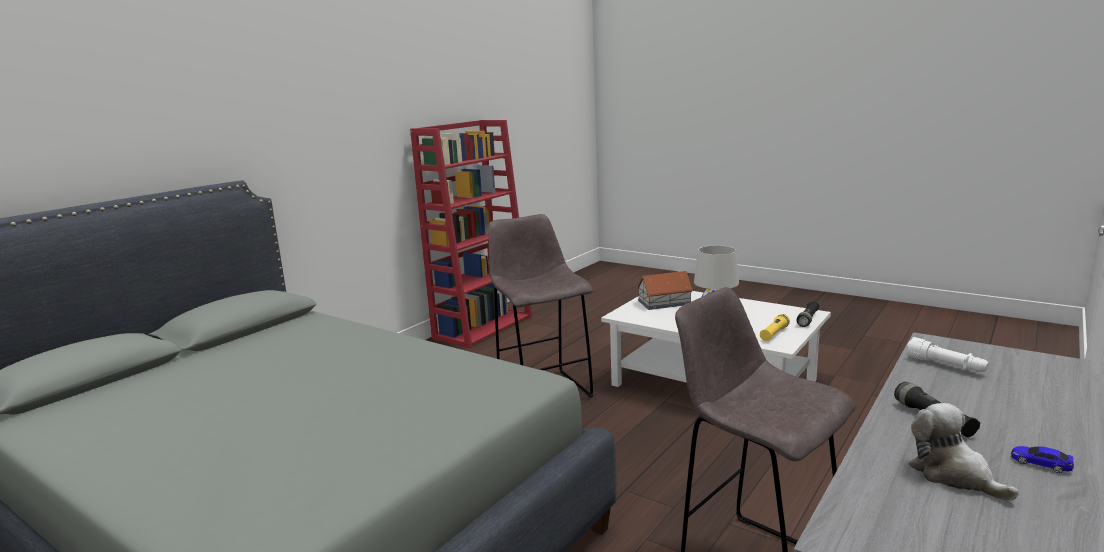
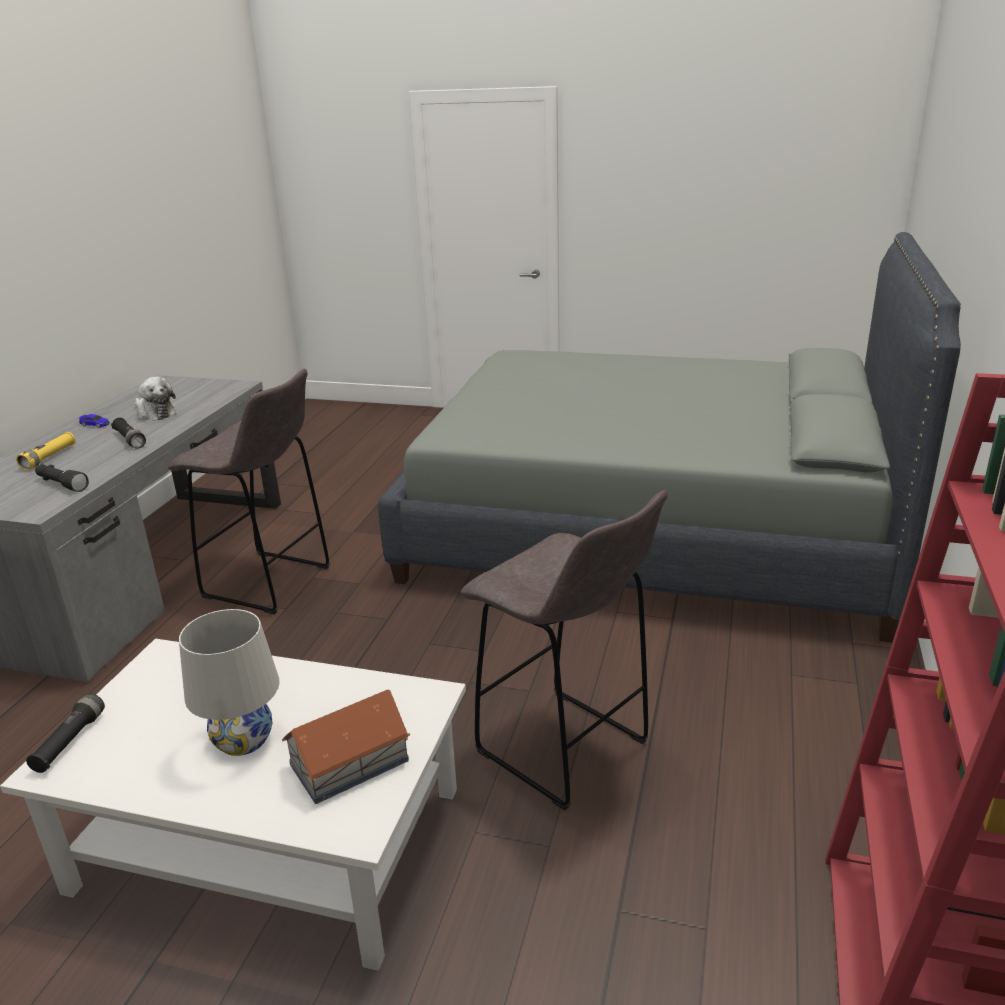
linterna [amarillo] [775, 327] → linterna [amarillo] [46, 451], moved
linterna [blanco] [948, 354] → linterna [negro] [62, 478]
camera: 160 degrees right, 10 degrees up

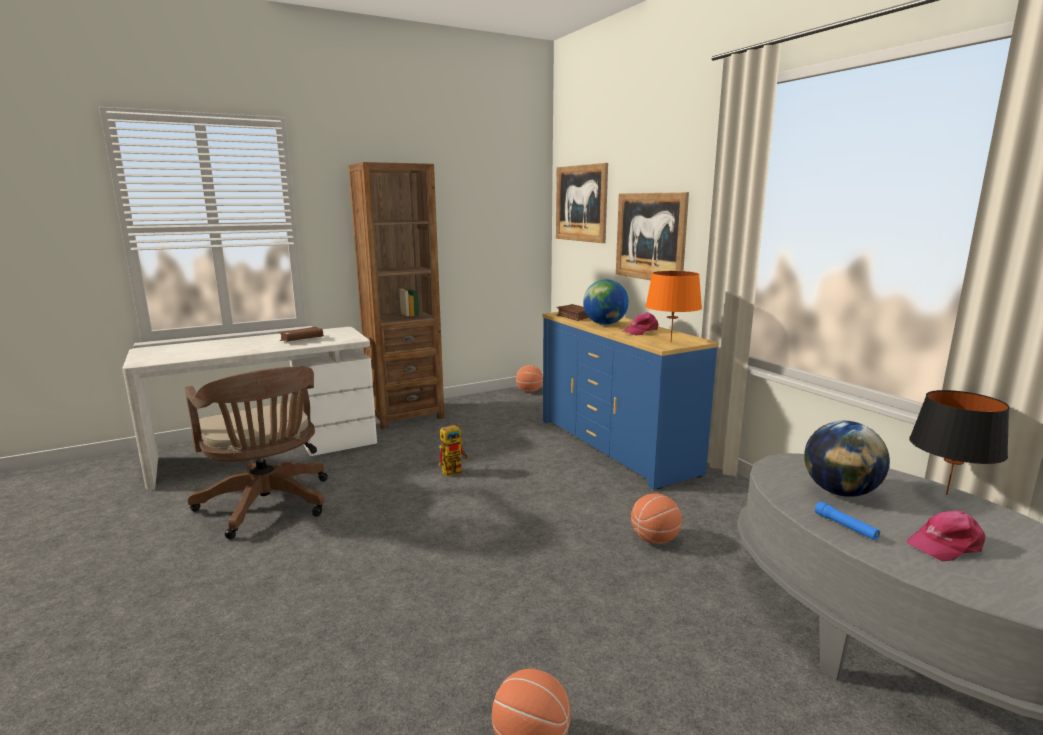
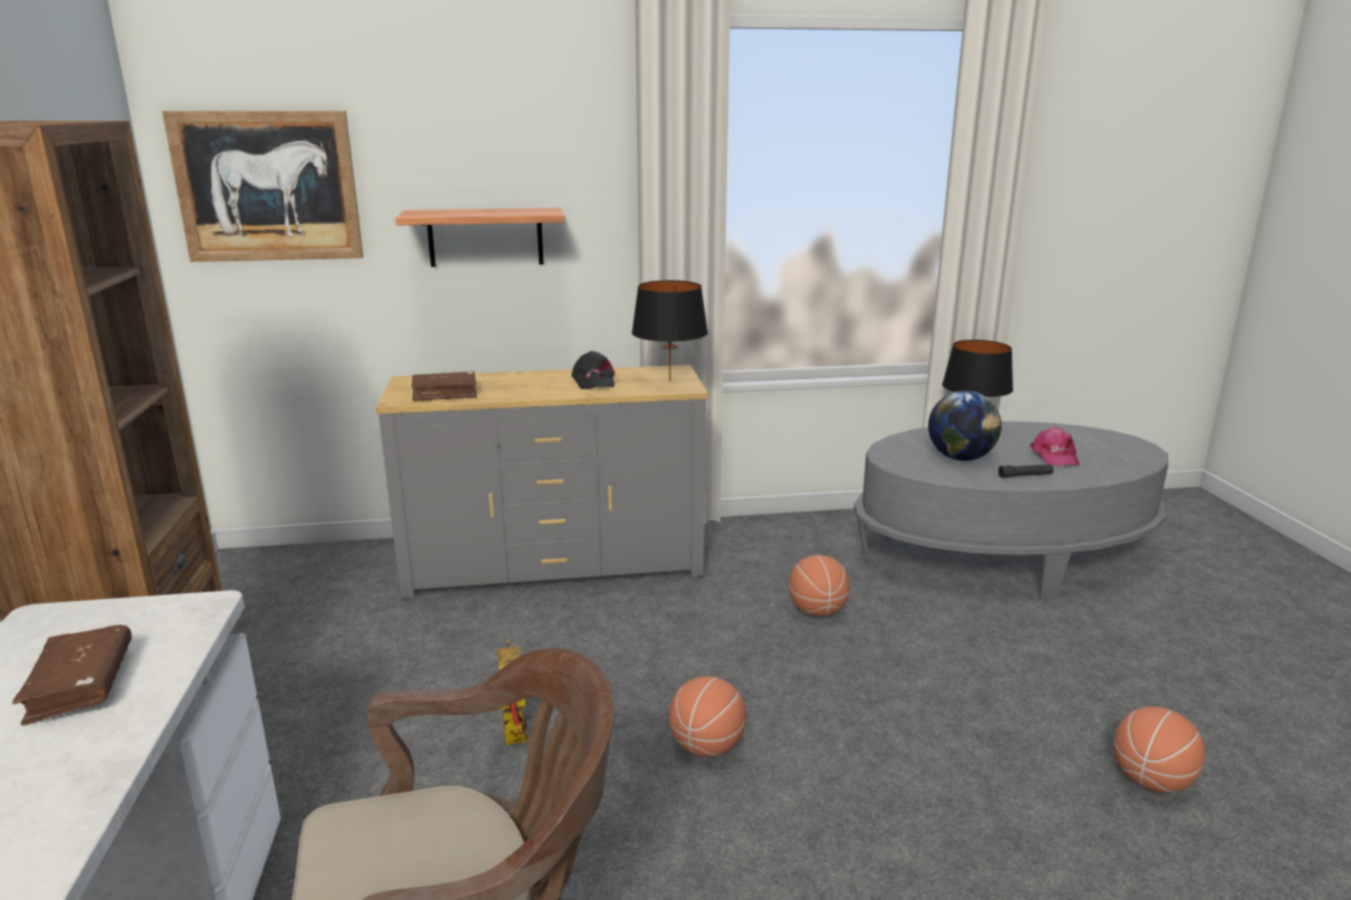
cómoda [azul] [630, 400] → cómoda [gris] [542, 481]
cuadro [652, 236] → estante [479, 237]
gorra [rosa] [640, 324] → gorra [negro] [593, 370]
lámpara de mesa [naranja] [673, 306] → lámpara de mesa [negro] [670, 330]
balón de baloncesto [529, 378] → balón de baloncesto [707, 716], moved
linterna [azul] [847, 520] → linterna [negro] [1026, 471]
globo terráqueo [606, 302] → -
camera: 70 degrees left, 5 degrees up

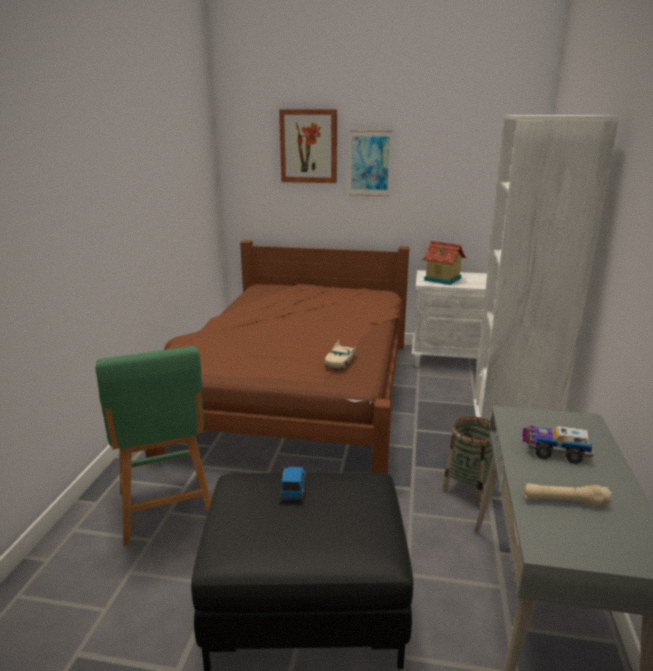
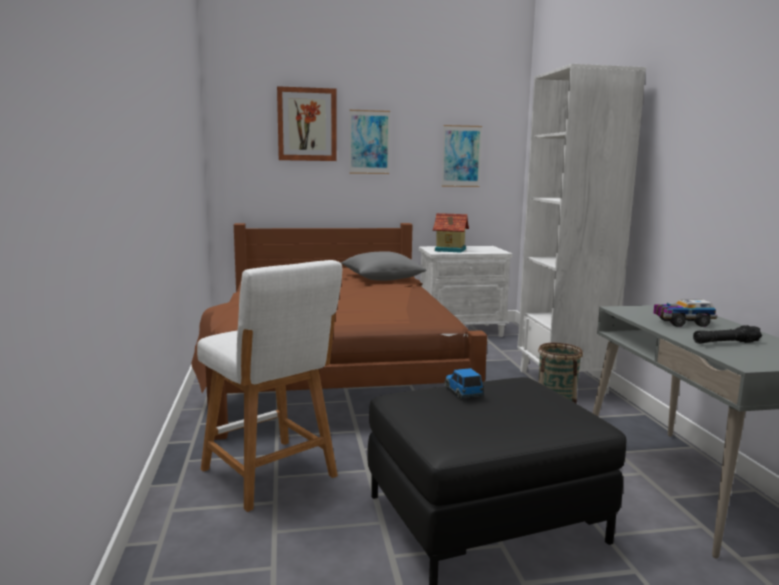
taburete [verde] [153, 445] → taburete [blanco] [269, 386]
- → cojín [gris] [383, 266]
- → cuadro [461, 156]
linterna [beis] [568, 494] → linterna [negro] [727, 334]
coche de juguete [beis] [341, 354] → -
camera: 20 degrees left, 10 degrees down

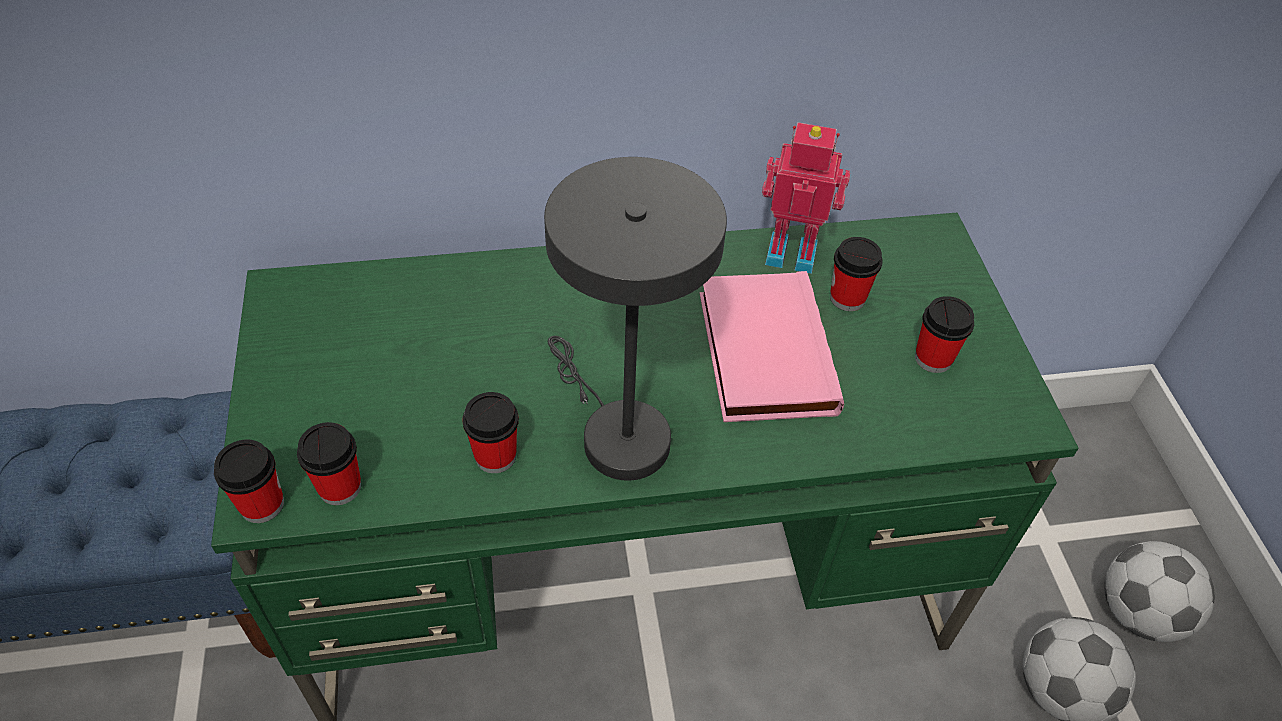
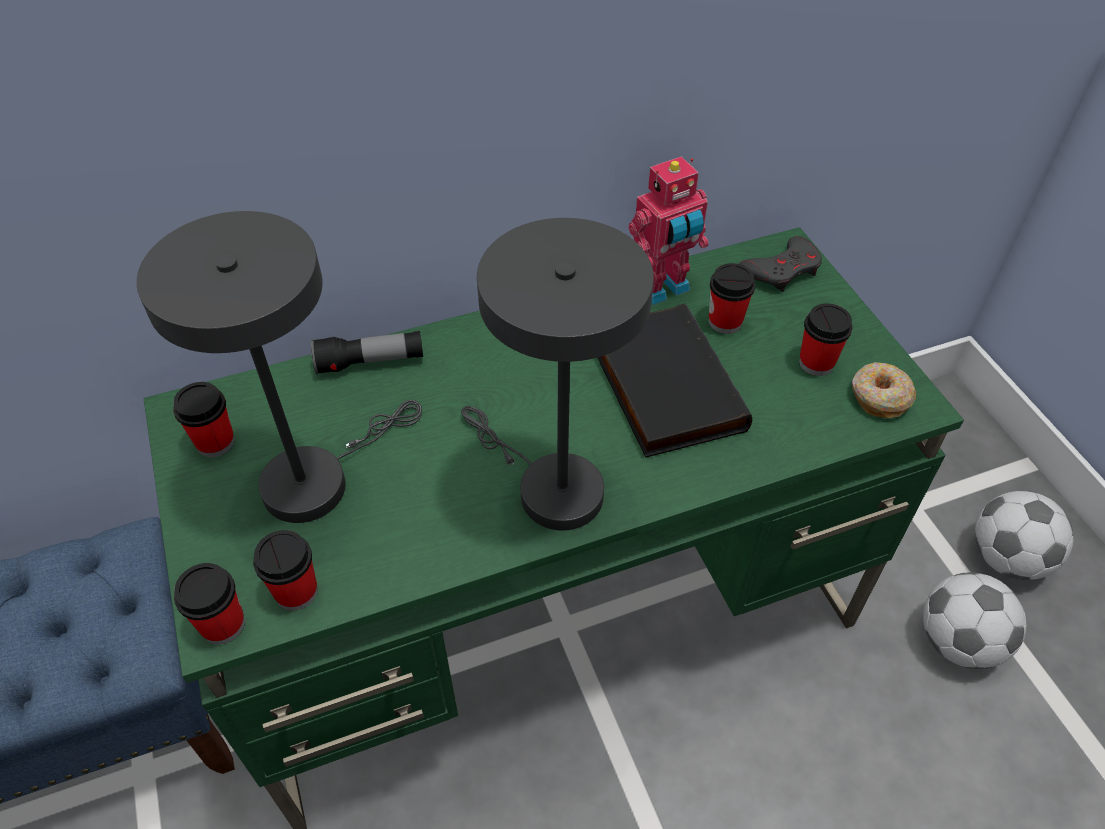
- → lámpara de mesa [gris] [279, 367]
taza [490, 432] → taza [204, 419], moved
- → linterna [367, 353]
libro [rosa] [772, 346] → libro [negro] [675, 381]
robot de juguete [806, 198] → robot de juguete [669, 230], 150 degrees clockwise
- → mando de consola [gris] [780, 264]
- → rosquilla [884, 390]
camera: 10 degrees left, 0 degrees up

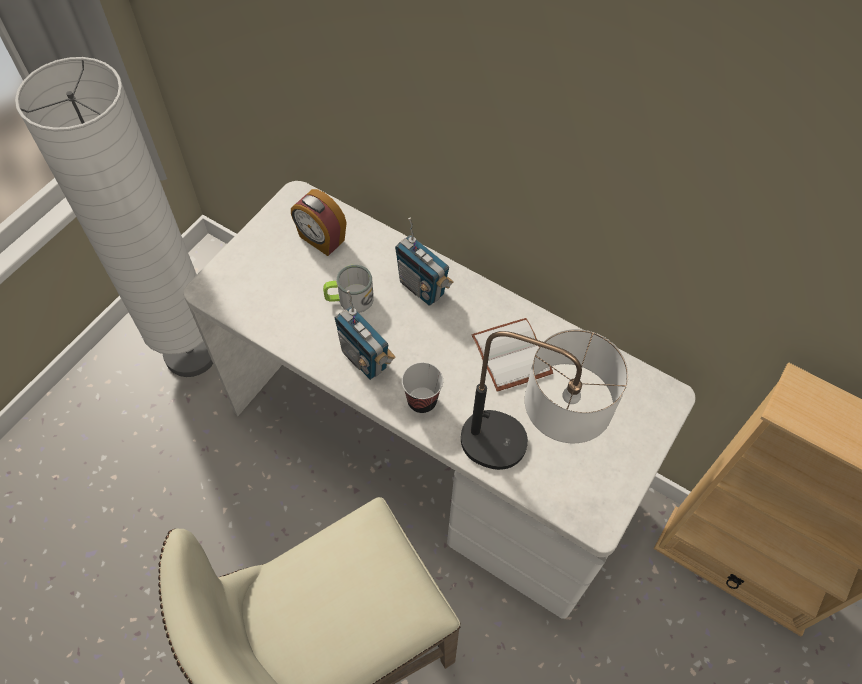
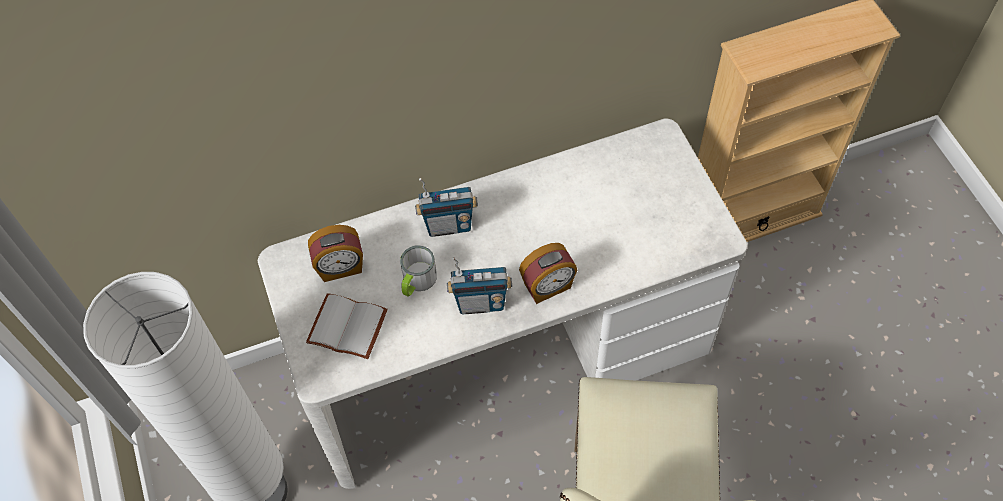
libro [blanco] [512, 355] → libro [blanco] [347, 326], moved
taza [422, 387] → despertador [548, 273]
lámpara de mesa [544, 399] → -
camera: 50 degrees left, 0 degrees up

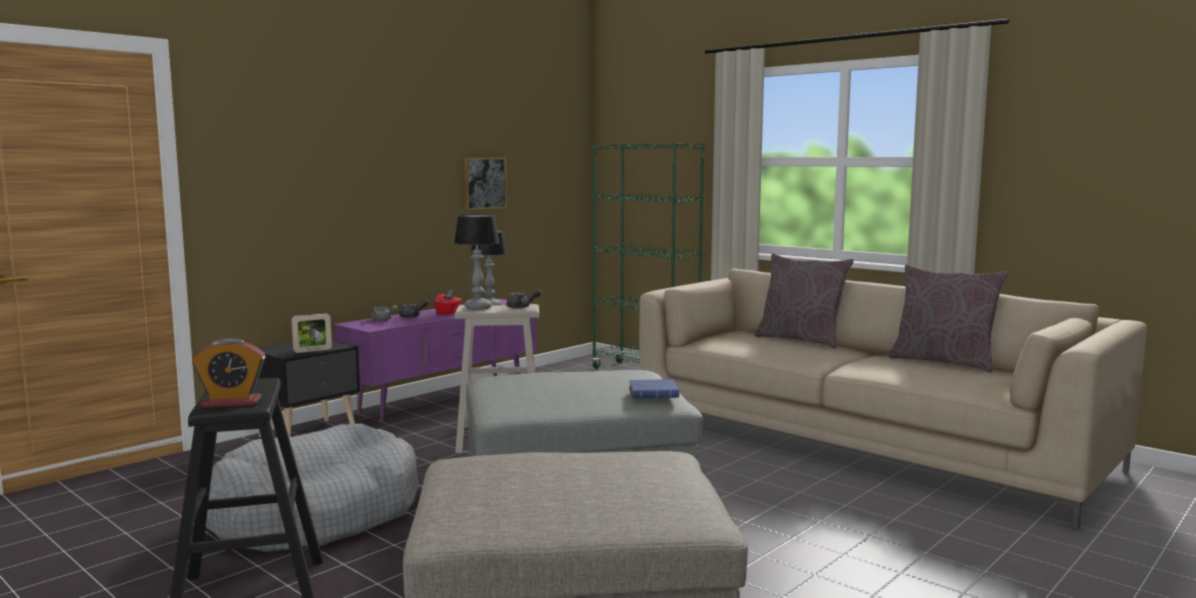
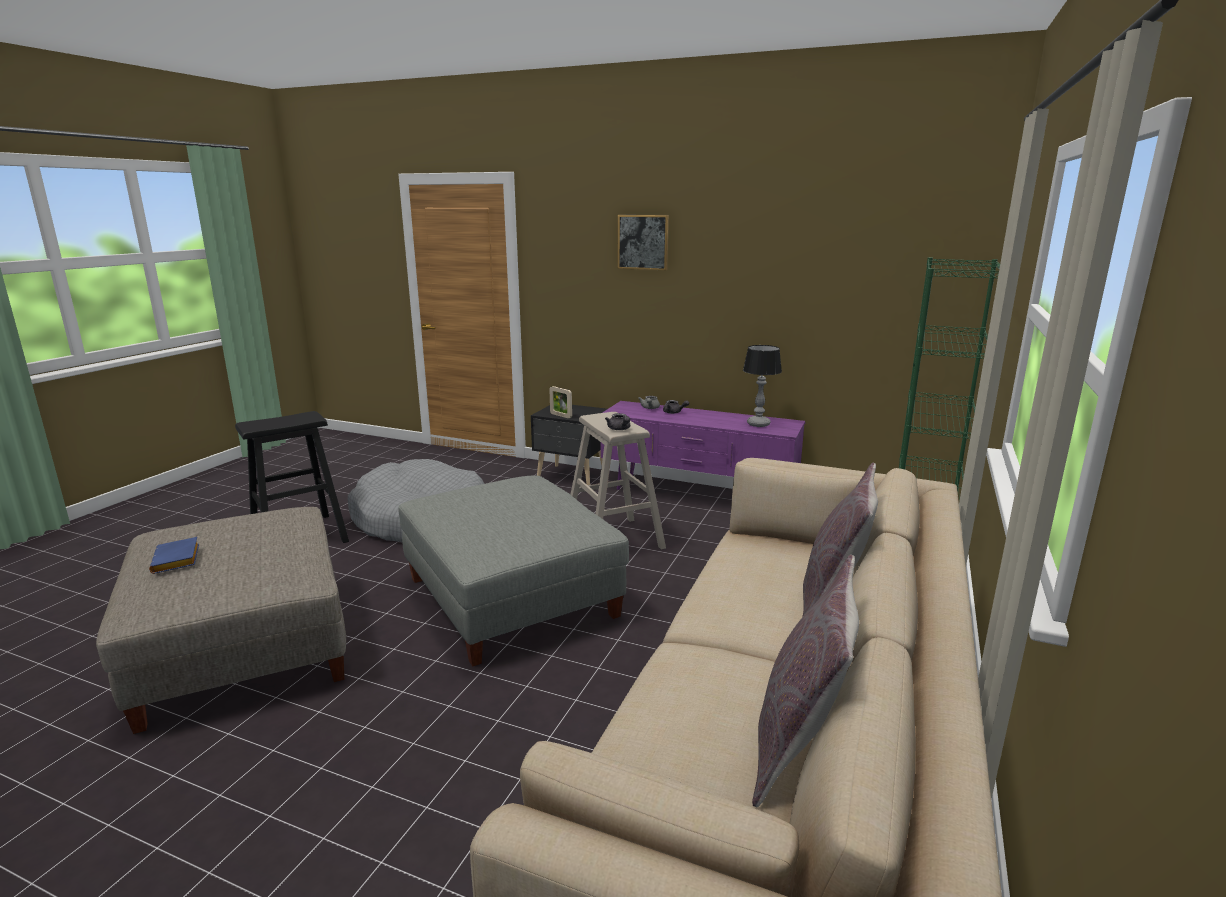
libro [azul] [654, 388] → libro [azul] [174, 555], moved
cuadro [485, 183] → cuadro [643, 242], moved
despertador [228, 373] → -
caja de pañuelos [rojo] [448, 302] → -
lámpara de mesa [477, 262] → -
camera: 70 degrees right, 10 degrees up

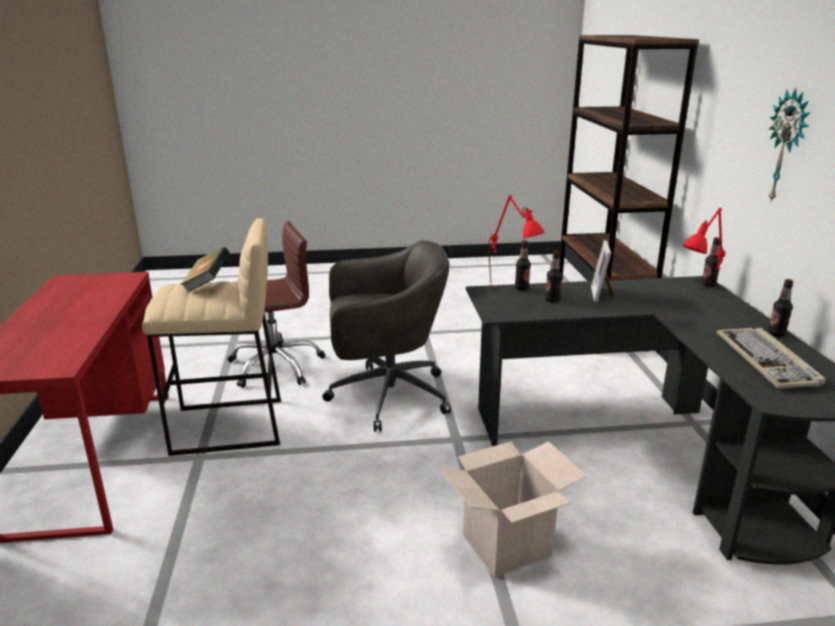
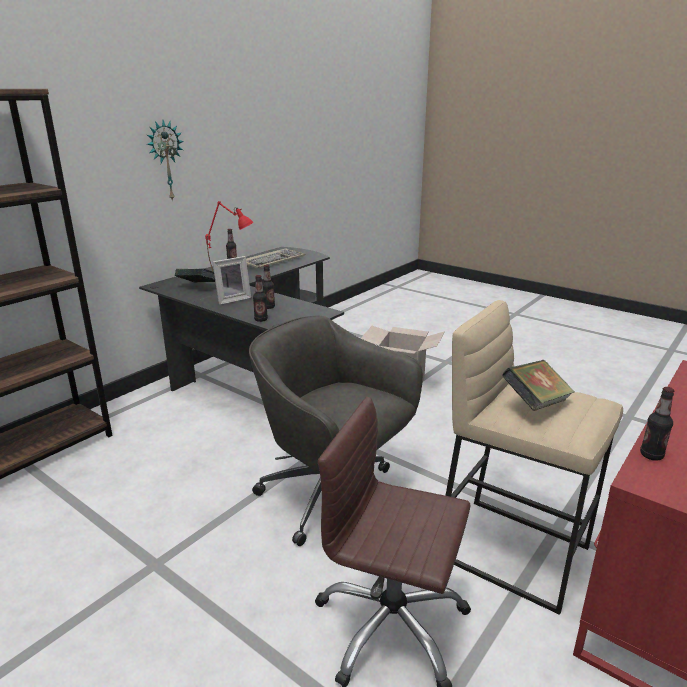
- → libro [195, 275]
botella [710, 262] → botella [657, 424], moved
lámpara de mesa [rojo] [516, 244] → -
camera: 135 degrees left, 0 degrees up

